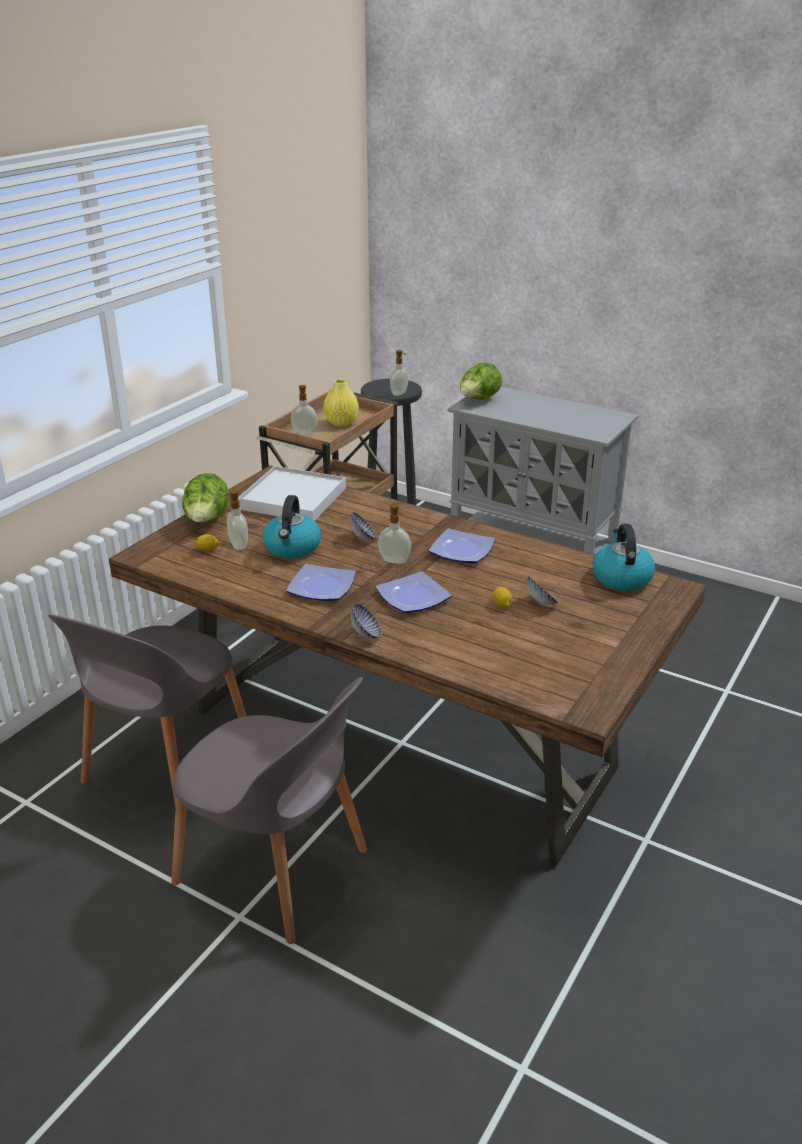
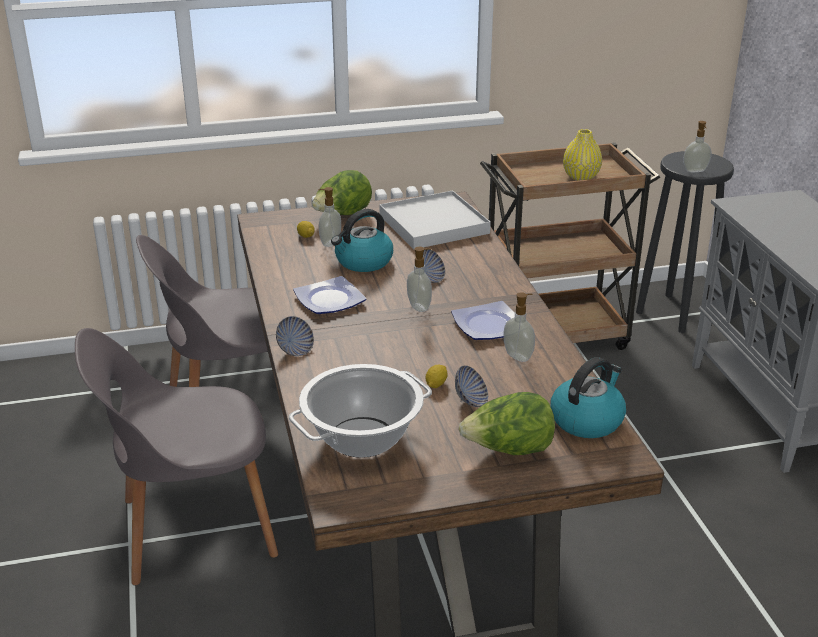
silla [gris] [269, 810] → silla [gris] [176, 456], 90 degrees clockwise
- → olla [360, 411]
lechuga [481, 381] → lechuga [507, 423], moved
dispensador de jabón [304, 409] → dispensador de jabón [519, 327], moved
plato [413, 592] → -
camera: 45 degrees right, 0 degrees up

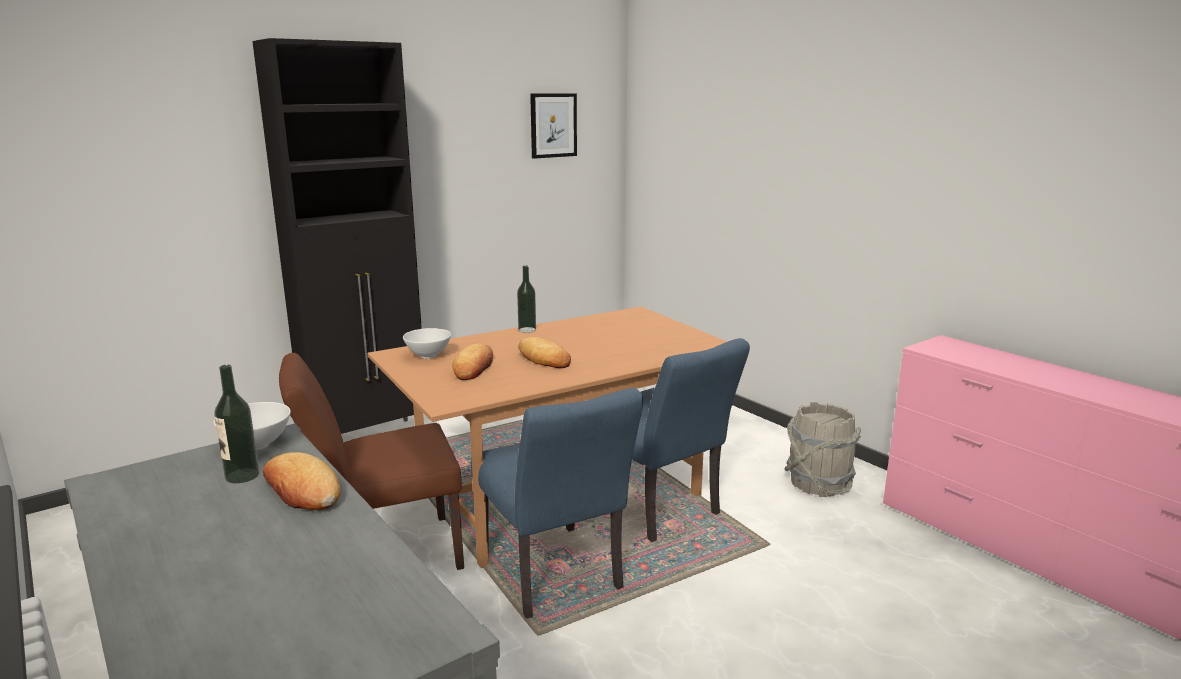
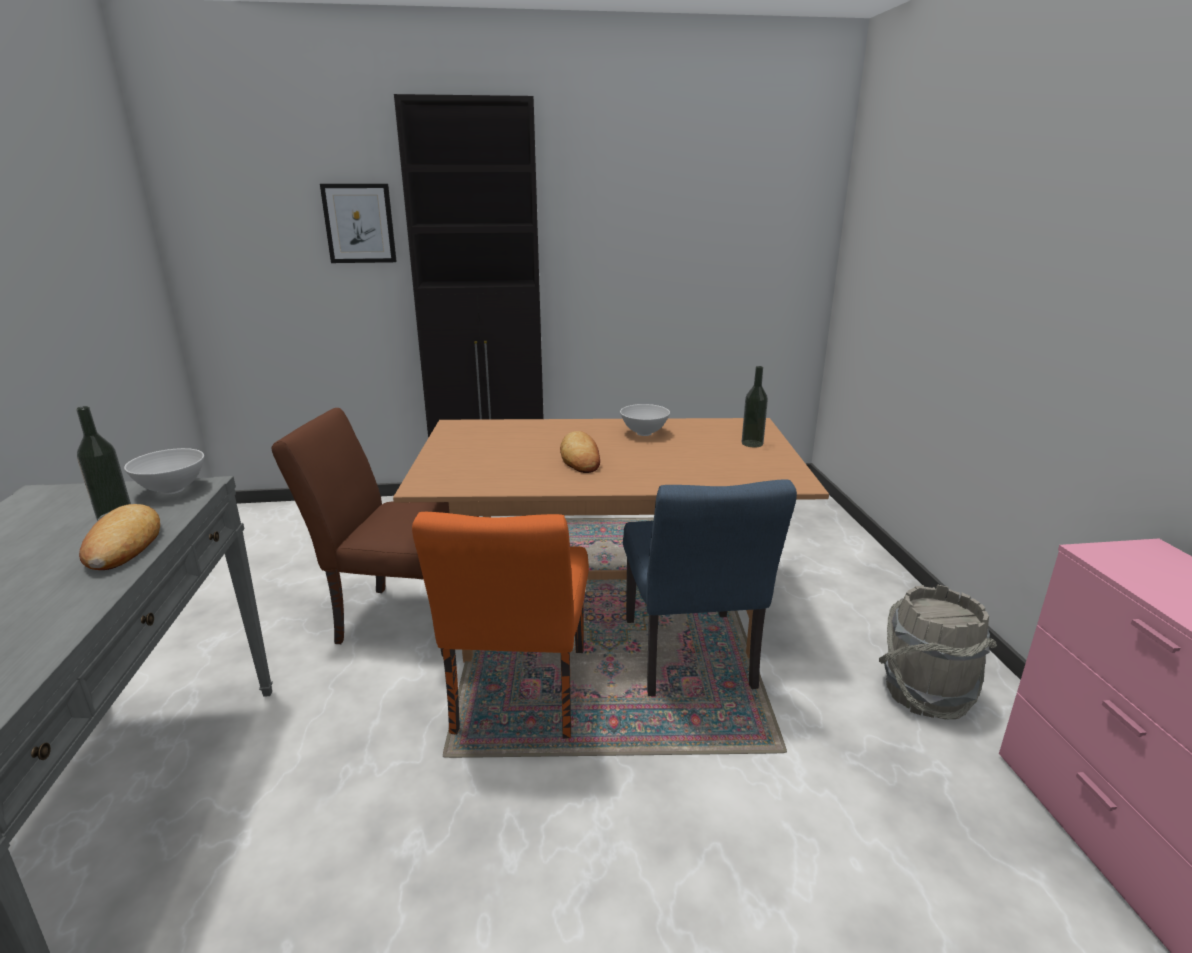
cuadro [553, 126] → cuadro [358, 223], moved
silla [azul] [557, 503] → silla [naranja] [500, 625]
cuenco [blanco] [427, 343] → cuenco [blanco] [645, 420], moved
botella [526, 299] → botella [755, 406], moved
pan [472, 361] → -
camera: 30 degrees right, 5 degrees up

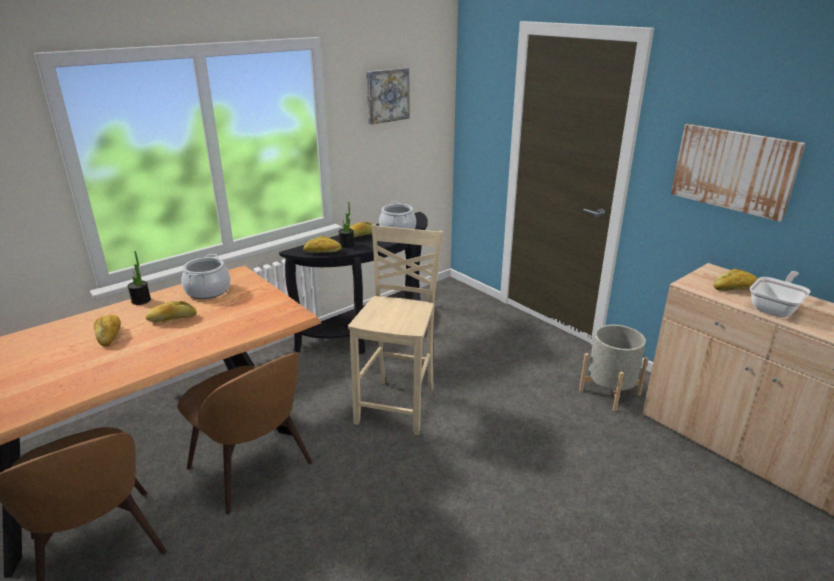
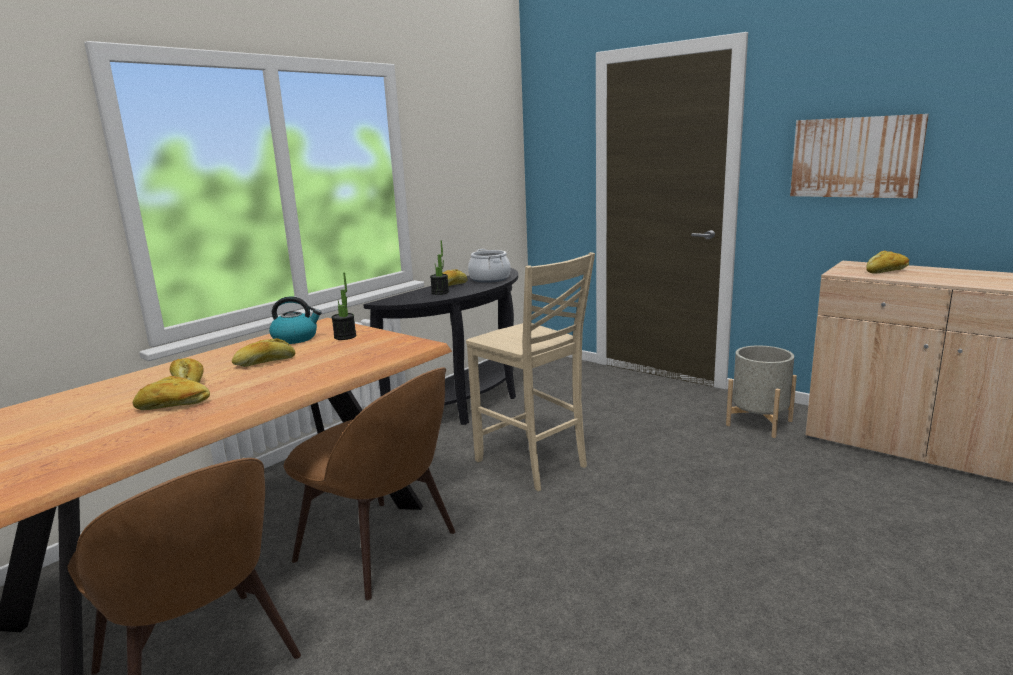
pan [322, 244] → pan [171, 393], moved
olla [206, 276] → hervidor [295, 320]
planta en maceta [139, 278] → planta en maceta [343, 306], moved
silla [beis] [395, 330] → silla [beis] [530, 371], 135 degrees clockwise
cuadro [388, 96] → -
sartén [780, 294] → -
camera: 10 degrees left, 10 degrees down

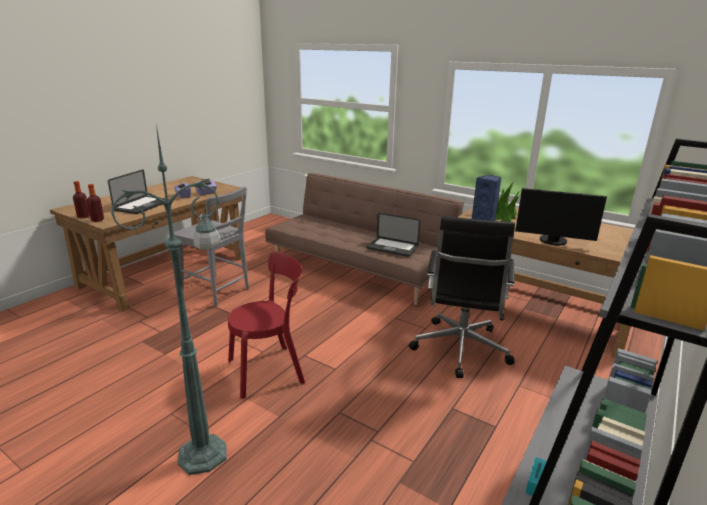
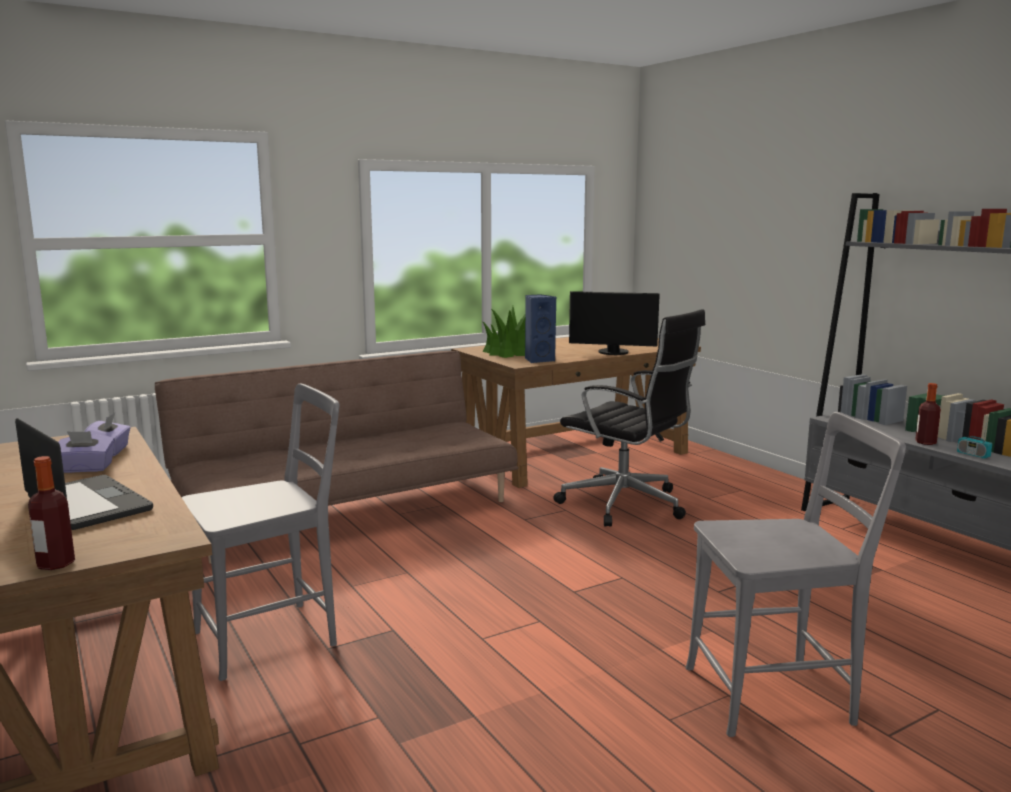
monitor [561, 217] → monitor [614, 323], 60 degrees clockwise
lámpara de pie [verde] [168, 300] → silla [gris] [795, 574]
botella [95, 203] → botella [928, 414], moved
silla [rojo] [266, 325] → -
portátil [394, 235] → -
camera: 65 degrees left, 10 degrees down

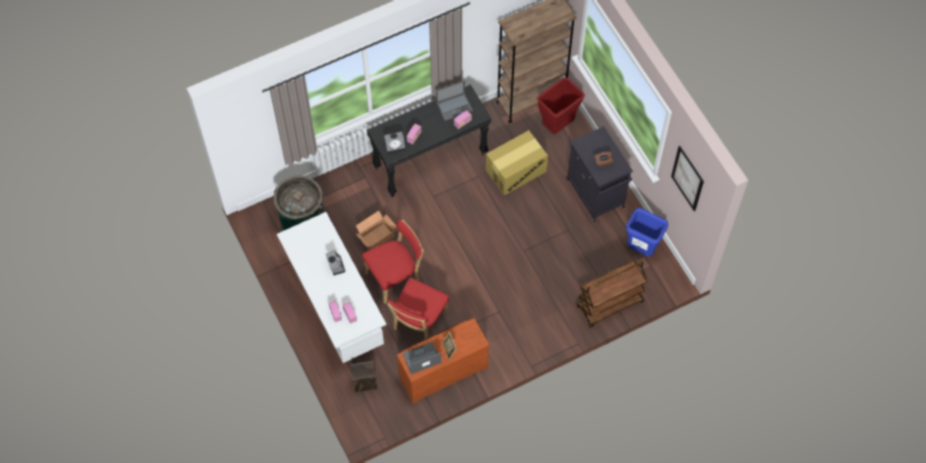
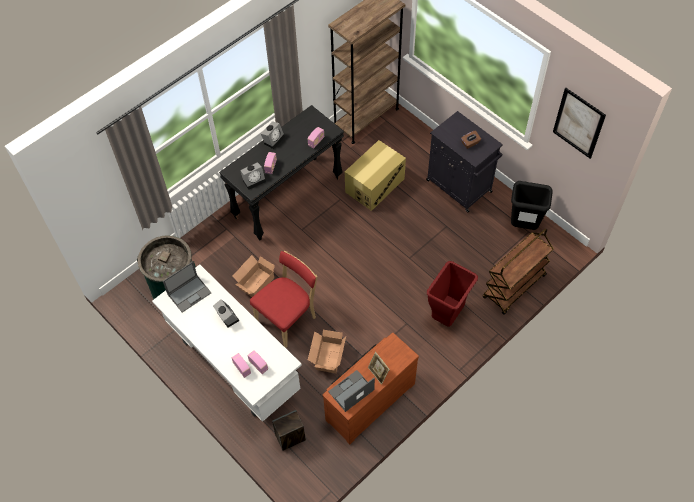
portátil [454, 101] → portátil [187, 287], moved
- → despertador [273, 135]
silla [rojo] [418, 308] → caja de cartón [327, 351]
papelera [rojo] [561, 105] → papelera [rojo] [452, 294], moved
papelera [azul] [647, 232] → papelera [negro] [531, 205]
camera: 15 degrees left, 5 degrees down

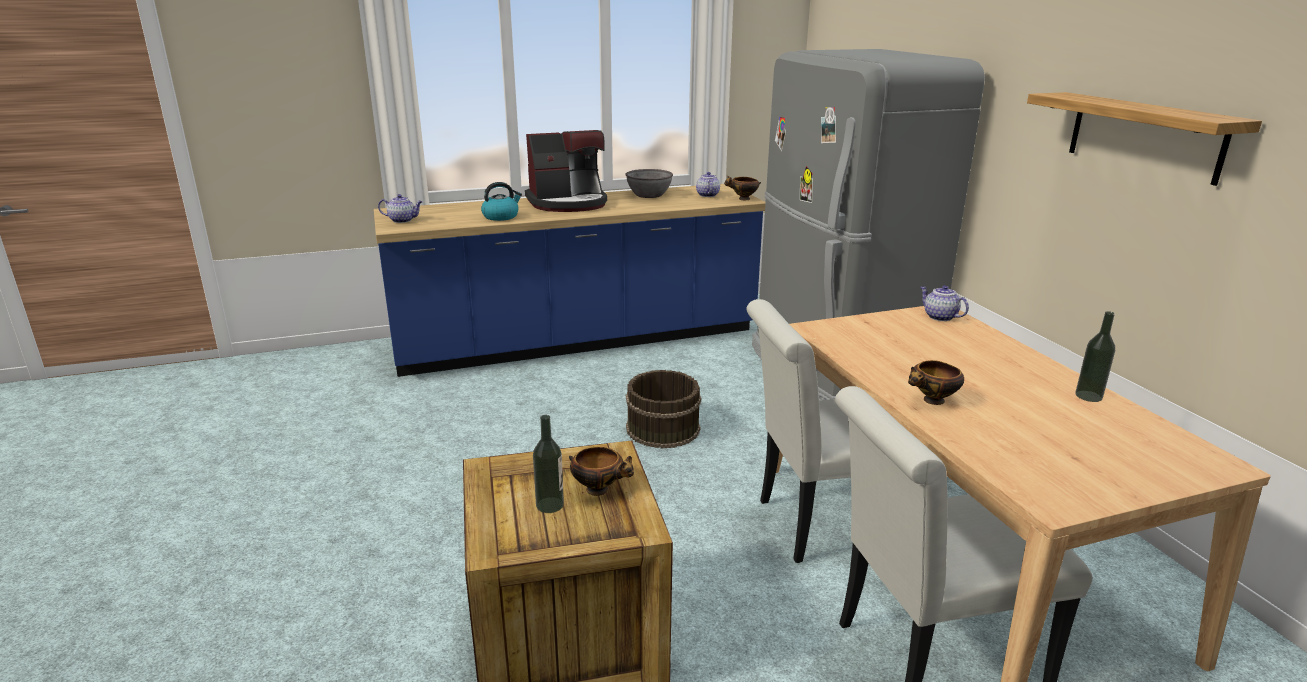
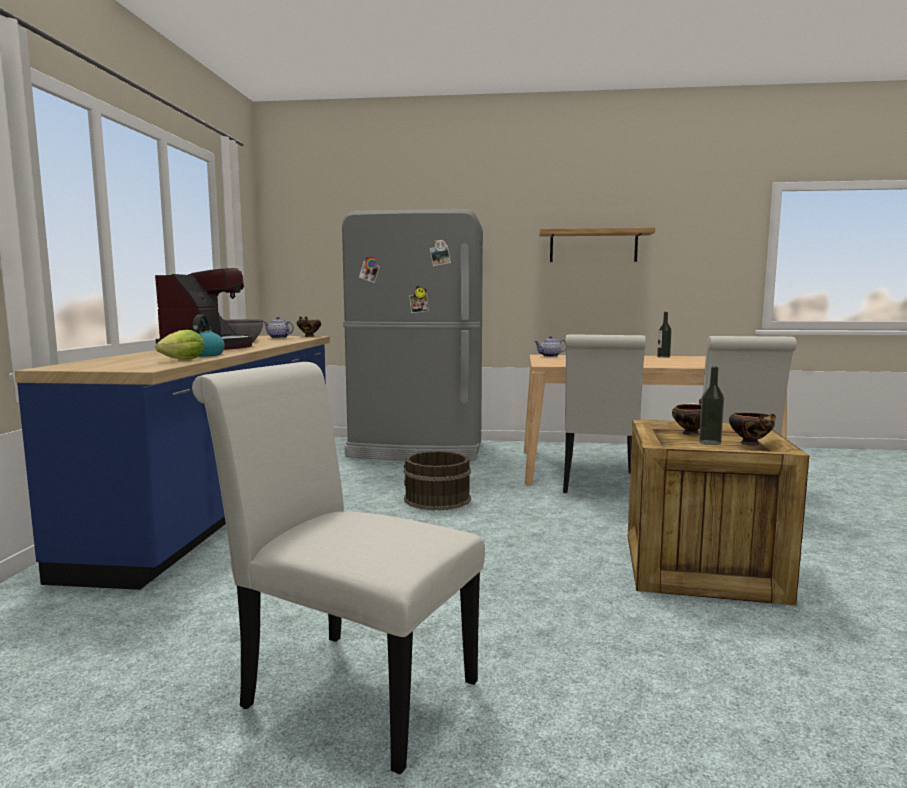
- → lechuga [179, 345]
- → silla [blanco] [338, 568]
cuenco [936, 382] → cuenco [752, 429], moved
tetera [400, 208] → -
camera: 65 degrees left, 15 degrees down

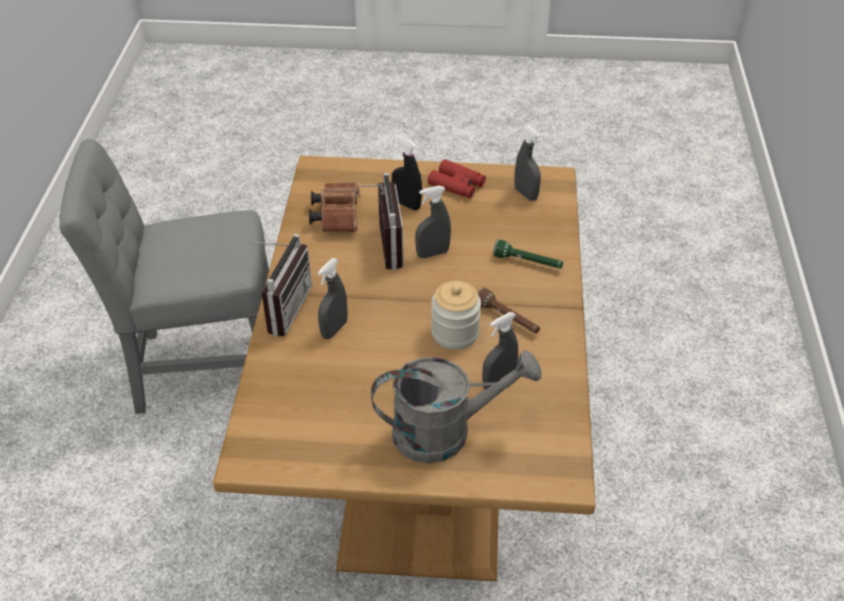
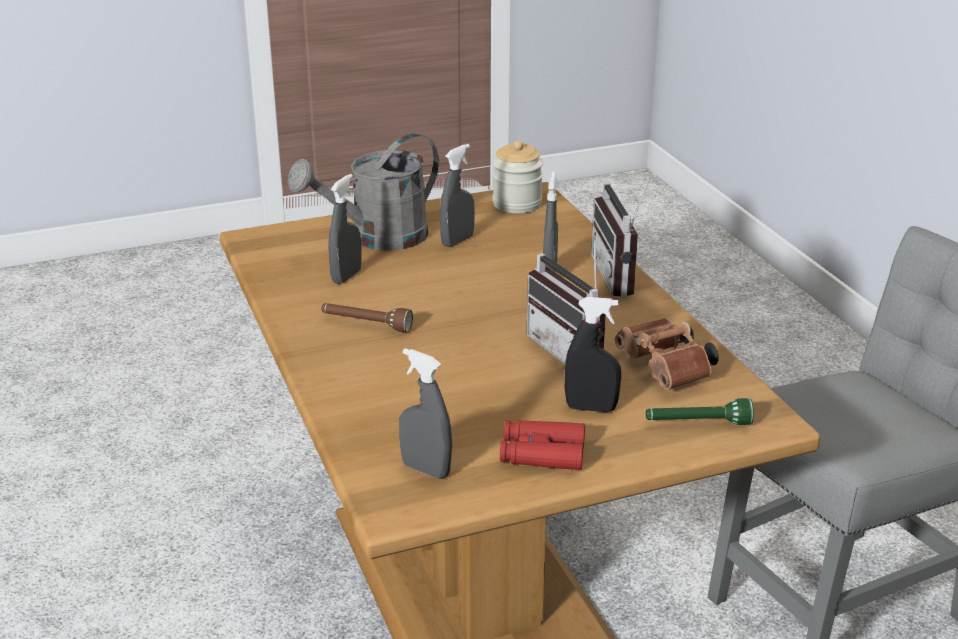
pulverizador [gris] [433, 222] → pulverizador [gris] [457, 195], moved
tarro [456, 315] → tarro [517, 176], moved
linterna [verde] [528, 254] → linterna [verde] [700, 411], moved
camera: 155 degrees right, 15 degrees down

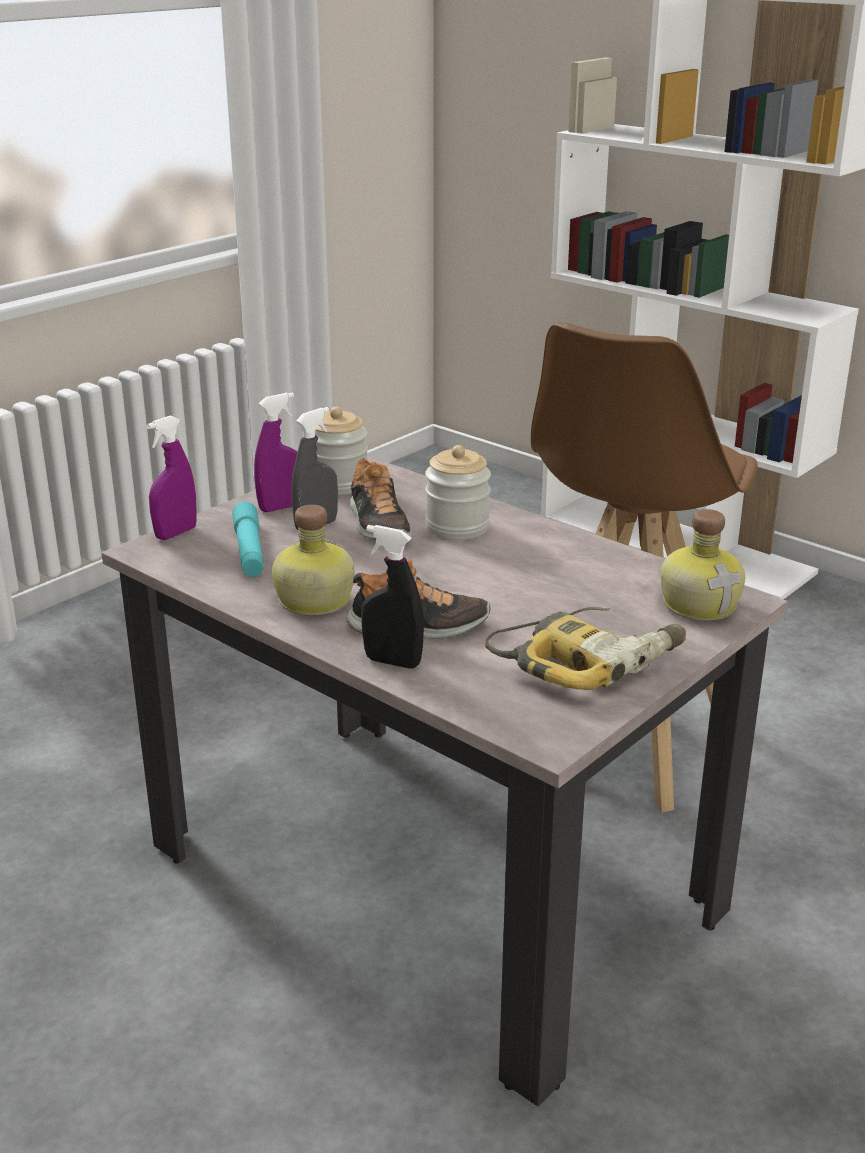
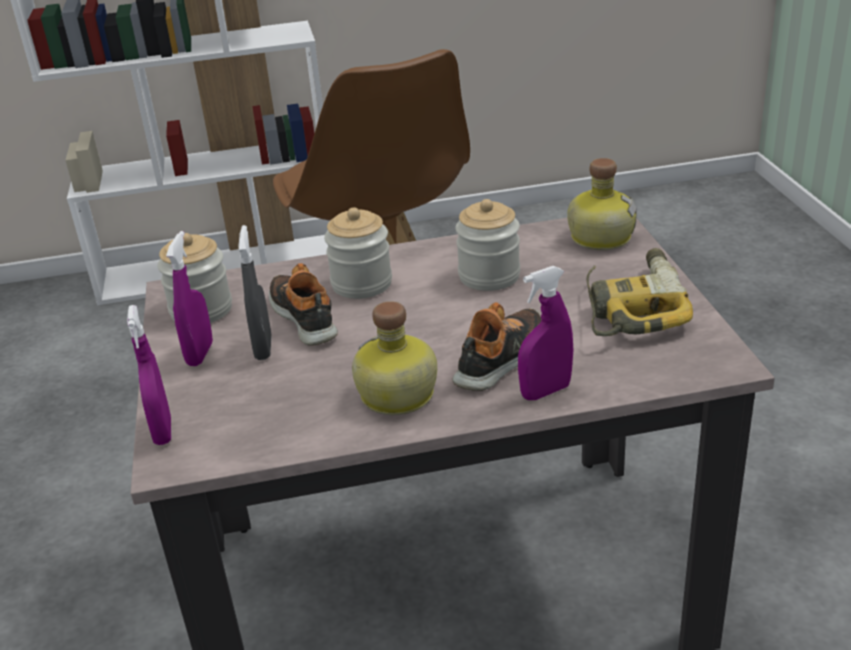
zapato [381, 499] → zapato [303, 304], 135 degrees counterclockwise
- → tarro [488, 245]
pulverizador [negro] [392, 597] → pulverizador [morado] [545, 333]
linterna [turquesa] [247, 539] → -
camera: 50 degrees left, 5 degrees up

